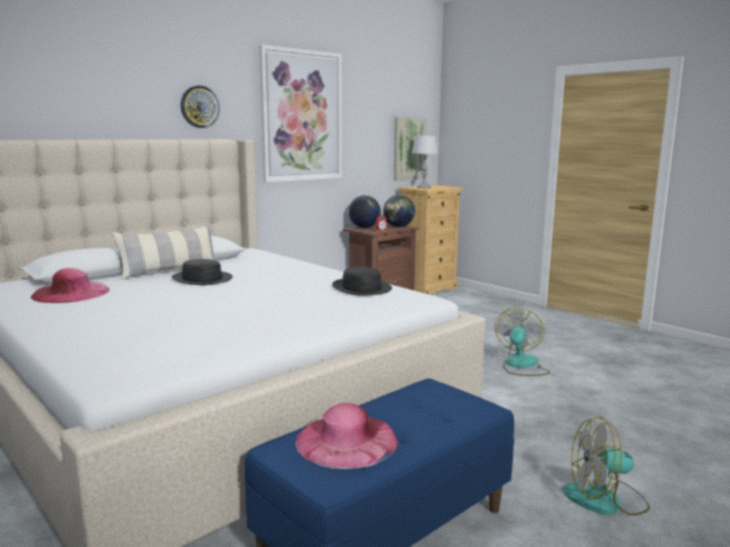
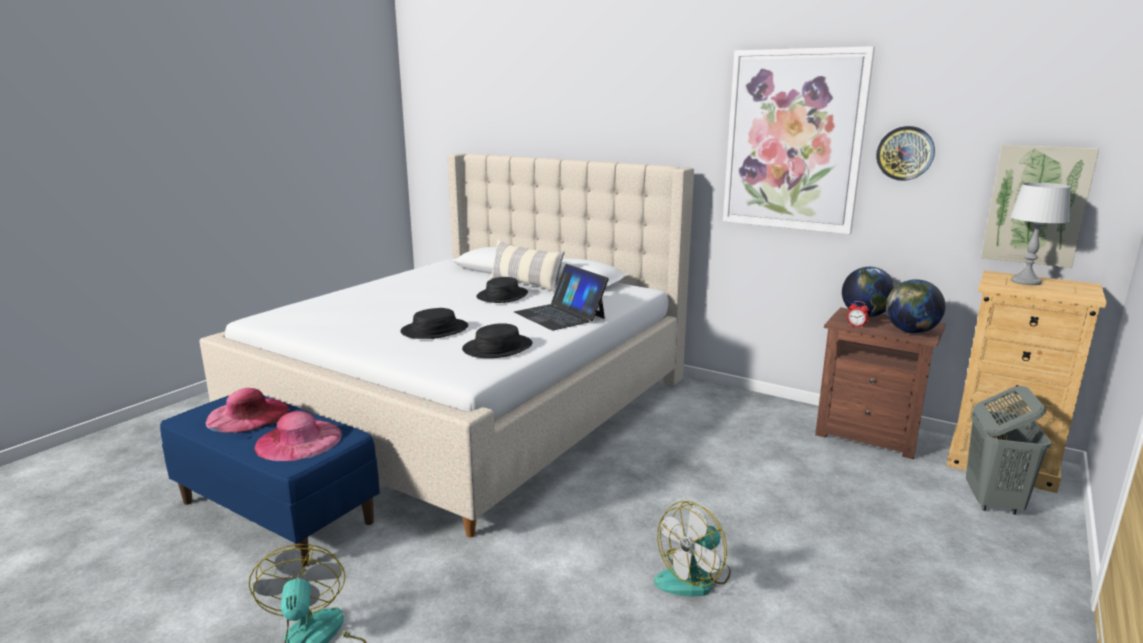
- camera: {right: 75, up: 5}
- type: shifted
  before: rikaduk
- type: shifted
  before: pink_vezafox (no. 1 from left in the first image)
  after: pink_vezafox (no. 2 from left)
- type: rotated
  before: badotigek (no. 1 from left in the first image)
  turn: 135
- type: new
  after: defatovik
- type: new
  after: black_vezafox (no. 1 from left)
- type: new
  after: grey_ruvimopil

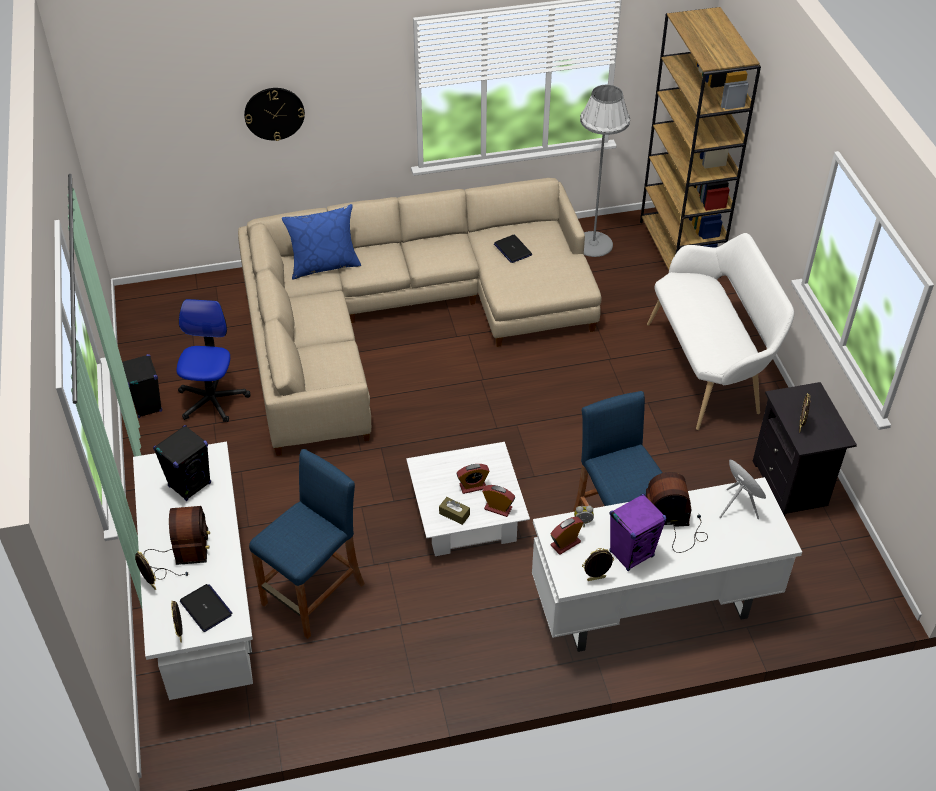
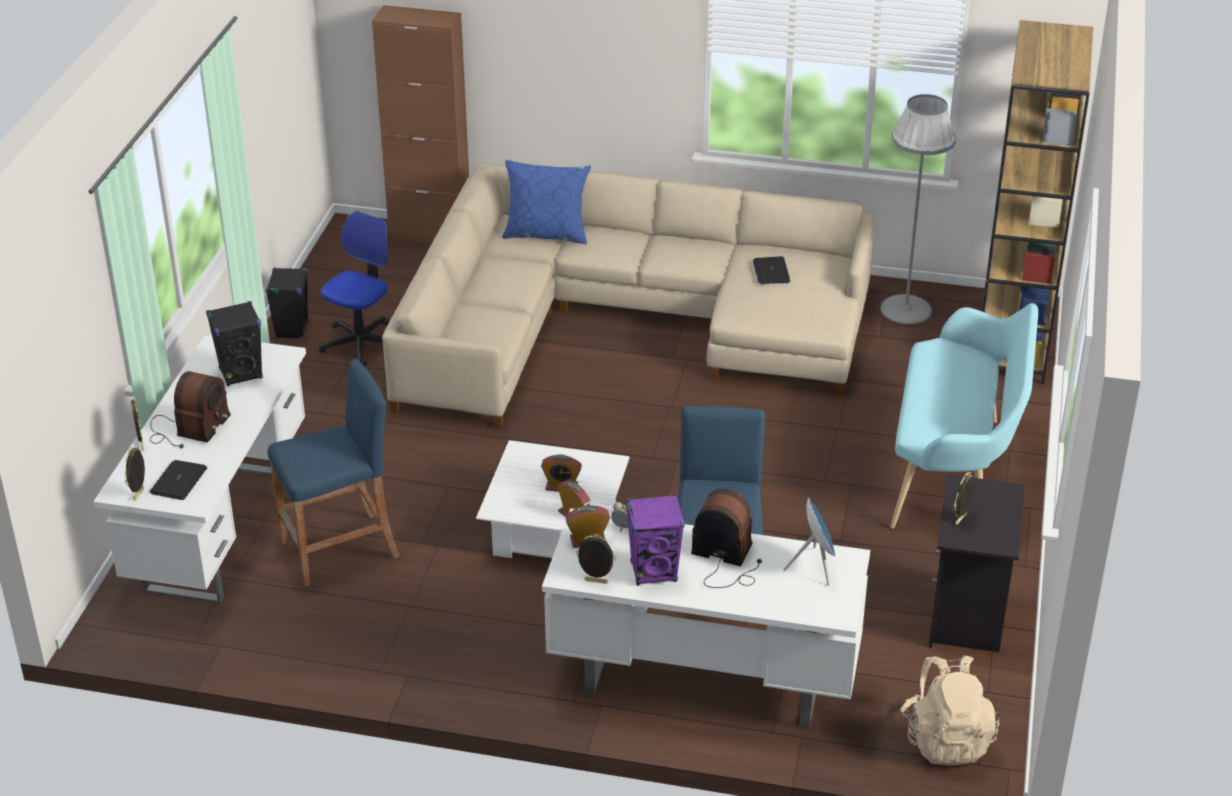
- camera: {right: 25, up: -10}
- type: gone
  before: rikaduk
- type: repainted
  before: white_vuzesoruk
  after: turquoise_vuzesoruk
- type: gone
  before: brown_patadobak
- type: rotated
  before: defatovik (no. 1 from left)
  turn: -150
- type: new
  after: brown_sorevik
- type: new
  after: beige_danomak

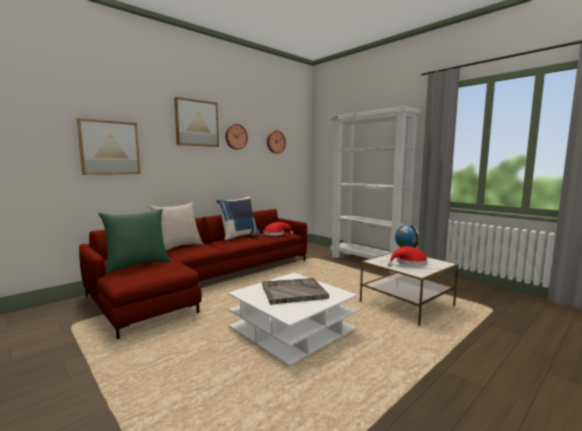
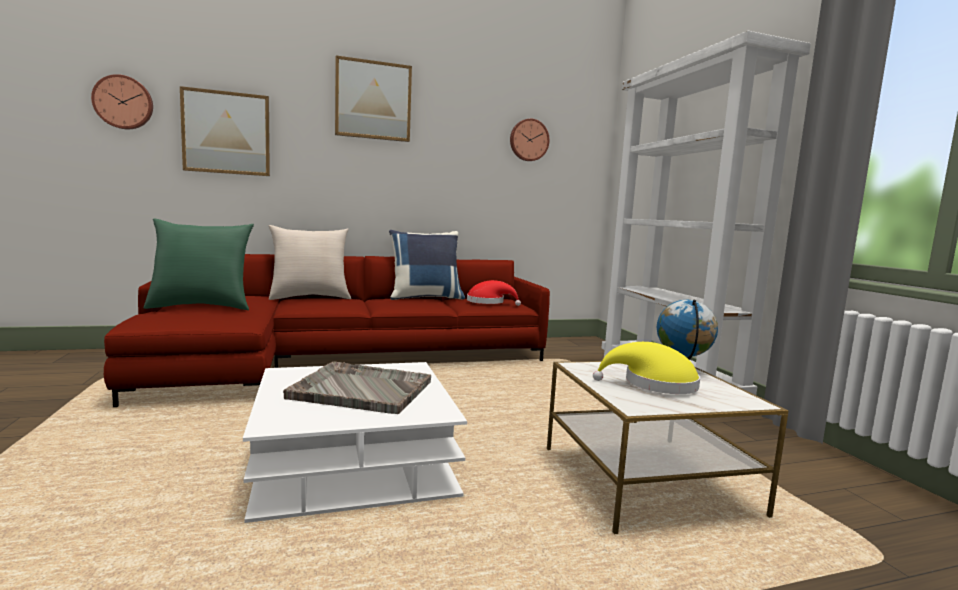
- camera: {right: 25, up: 0}
- type: shifted
  before: rikaduk (no. 1 from left)
- type: repainted
  before: red_vezafox (no. 2 from left)
  after: yellow_vezafox

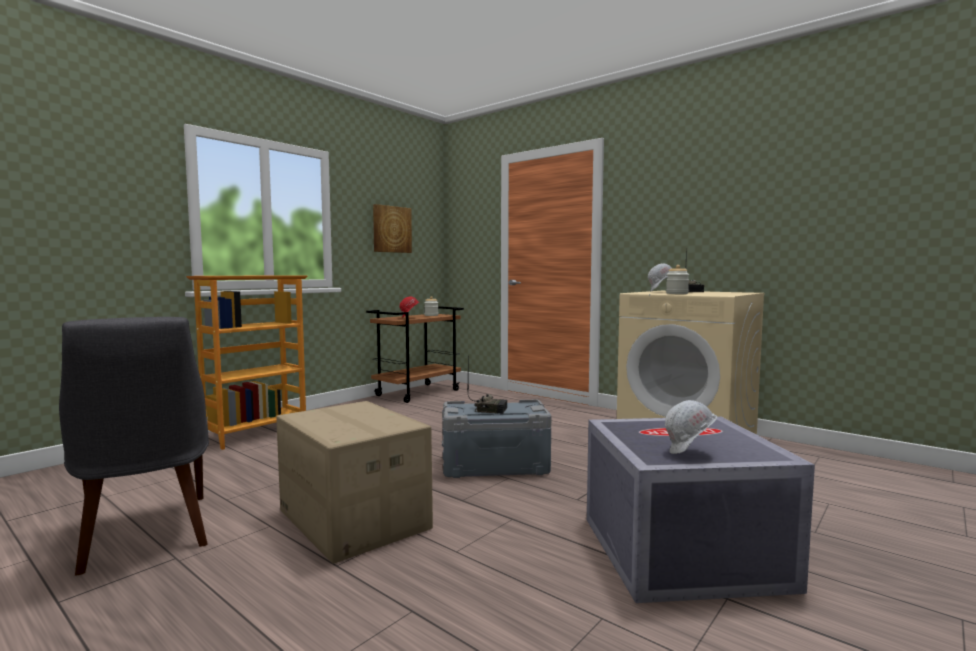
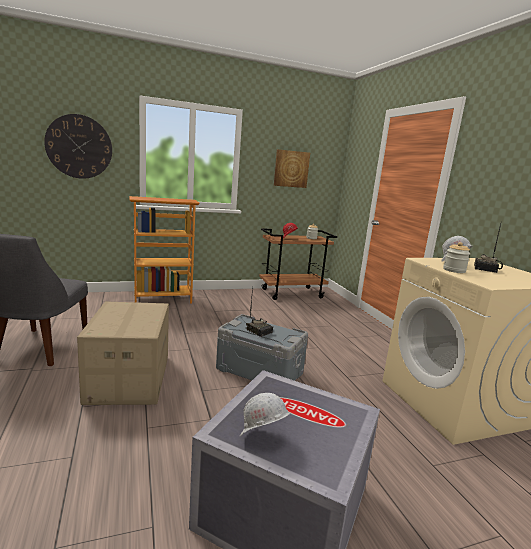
- camera: {right: 30, up: 10}
- type: new
  after: rikaduk

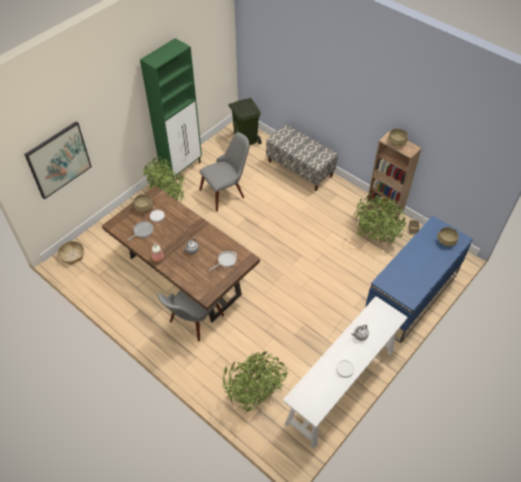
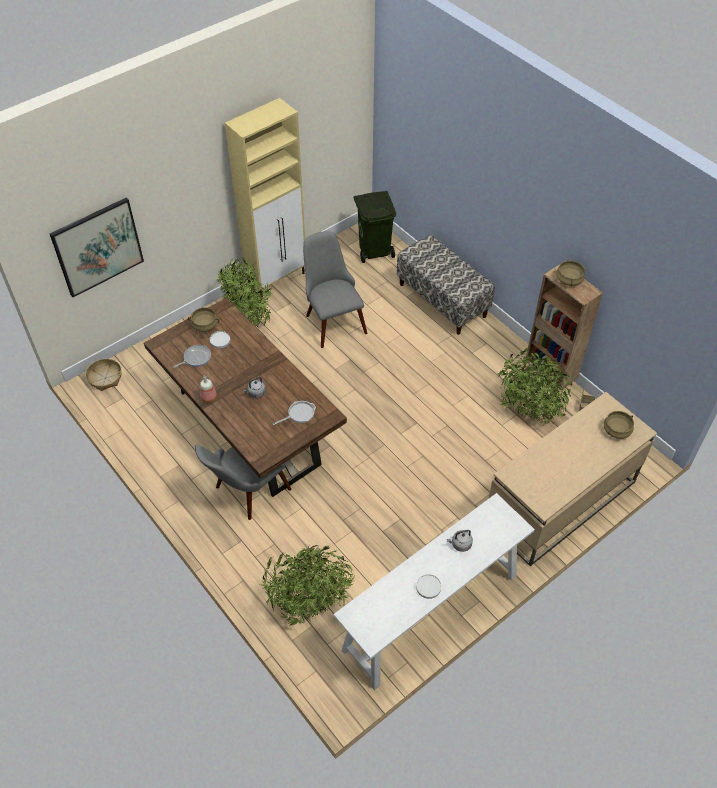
- camera: {right: 10, up: 0}
- type: repainted
  before: green_sorevik
  after: beige_sorevik
- type: rotated
  before: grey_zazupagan (no. 2 from left)
  turn: -90
- type: repainted
  before: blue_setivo
  after: beige_setivo

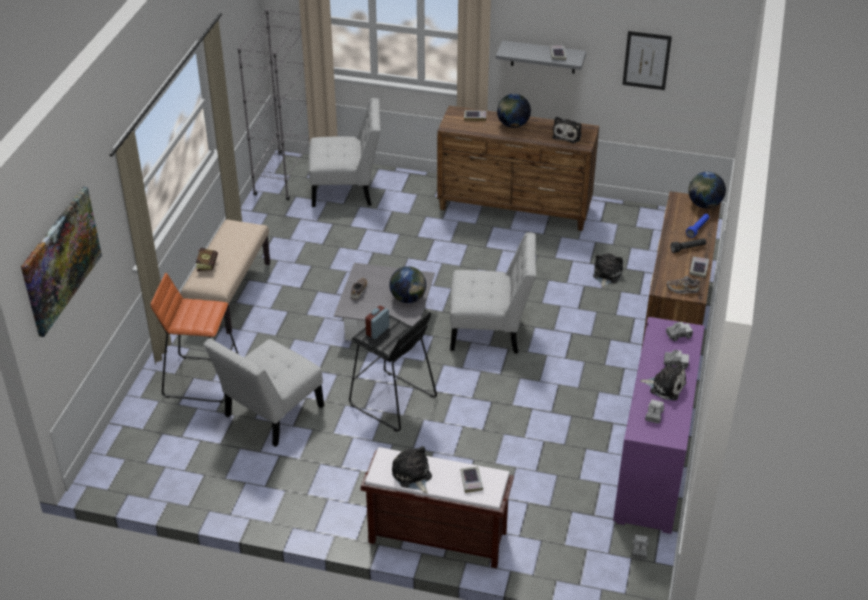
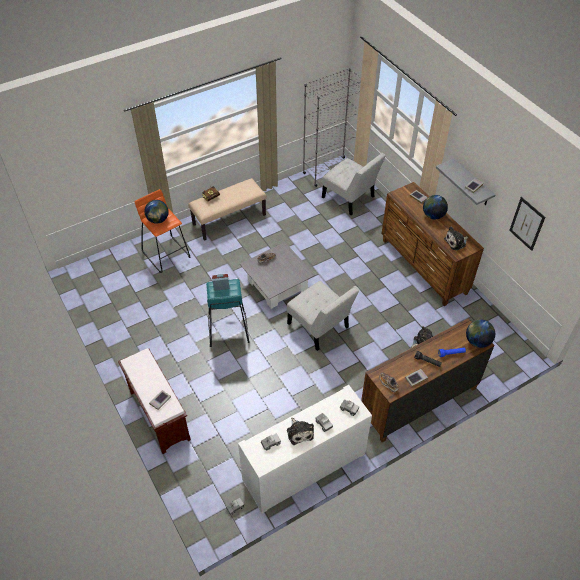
- camera: {right: 45, up: 10}
- type: gone
  before: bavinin (no. 1 from left)
- type: shifted
  before: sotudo (no. 1 from left)
- type: repainted
  before: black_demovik
  after: turquoise_demovik
- type: repainted
  before: purple_sorevik
  after: white_sorevik
- type: gone
  before: white_zazupagan (no. 1 from left)
- type: gone
  before: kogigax (no. 1 from left)

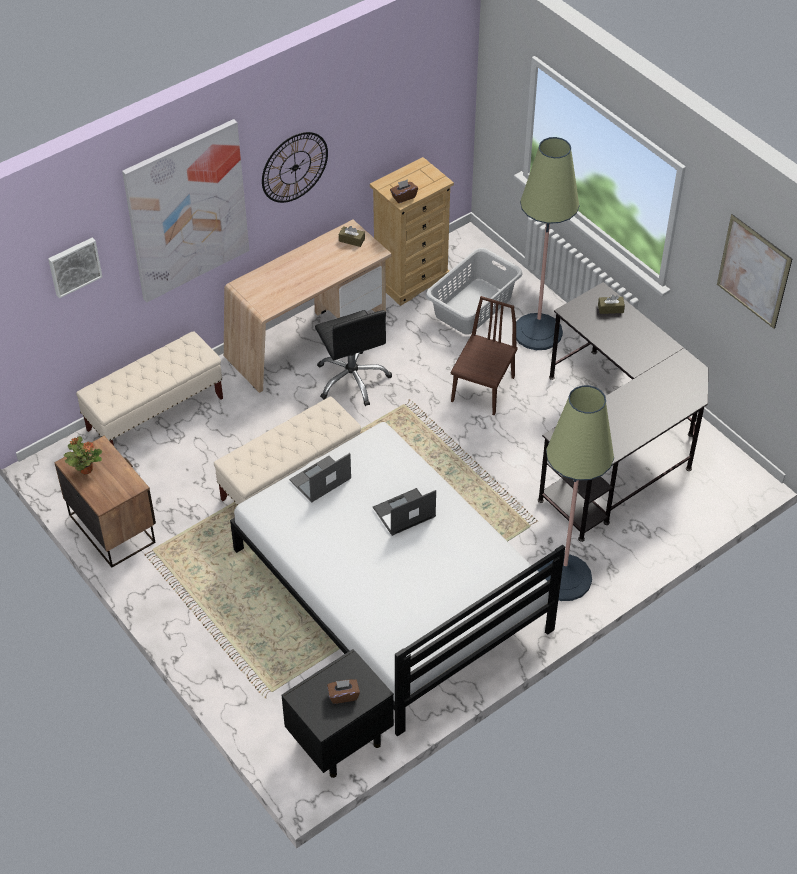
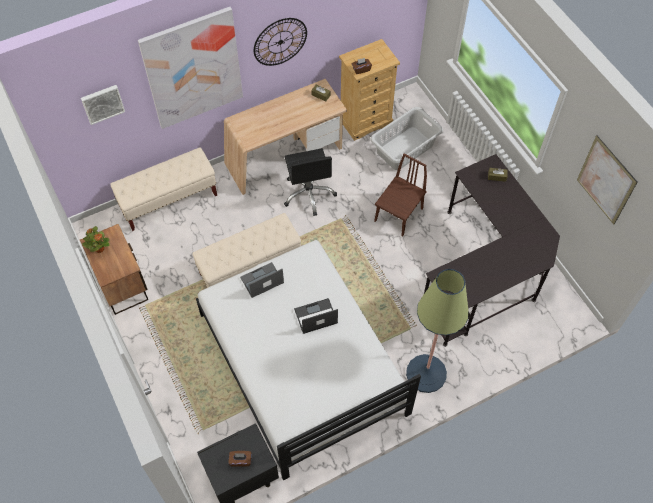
- camera: {right: 10, up: 10}
- type: gone
  before: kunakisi (no. 1 from left)

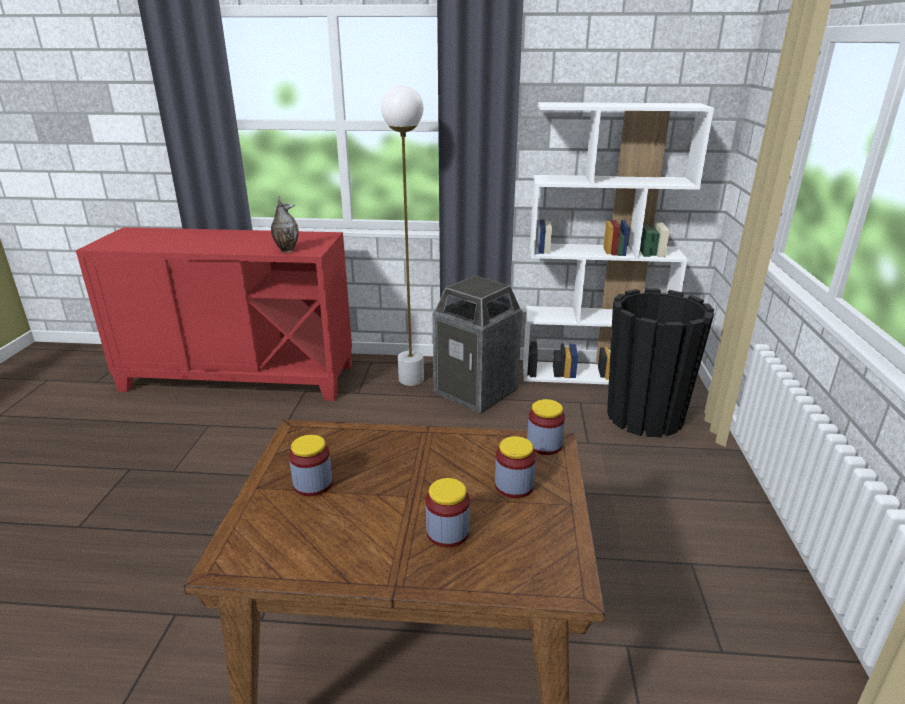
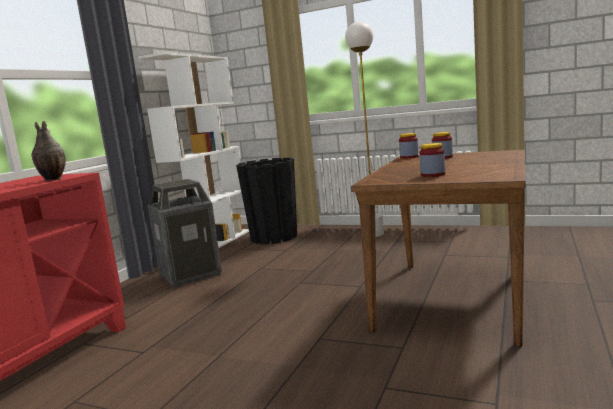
- camera: {right: -70, up: -15}
- type: shifted
  before: white_kunakisi
- type: gone
  before: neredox (no. 2 from left)

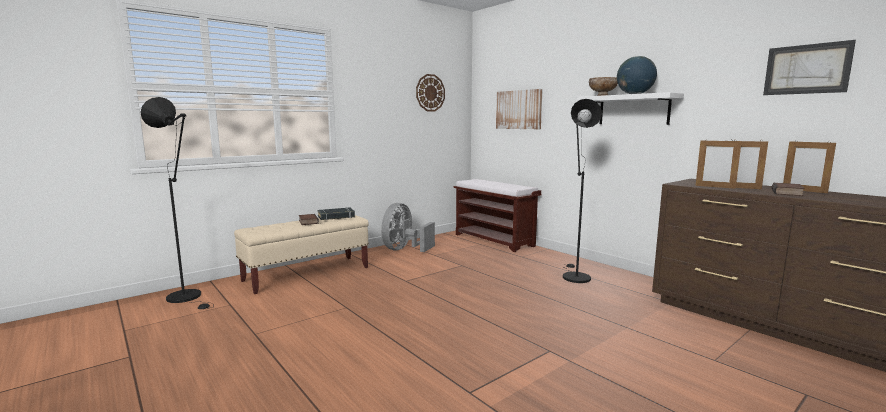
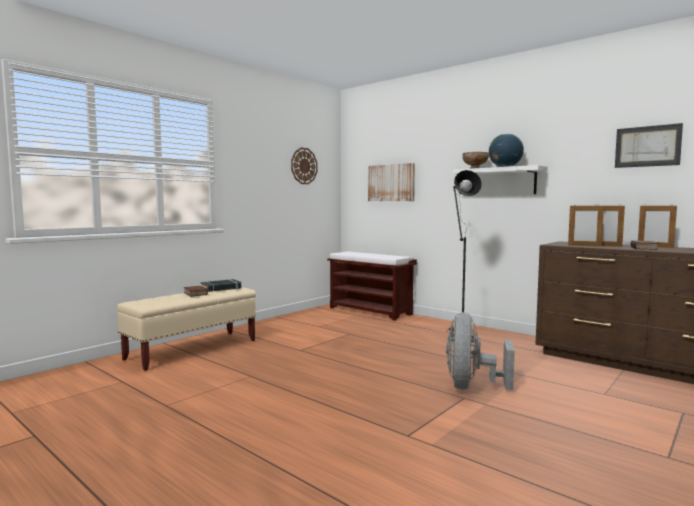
- camera: {right: -10, up: -5}
- type: gone
  before: black_kunakisi (no. 1 from left)
- type: shifted
  before: grey_badotigek

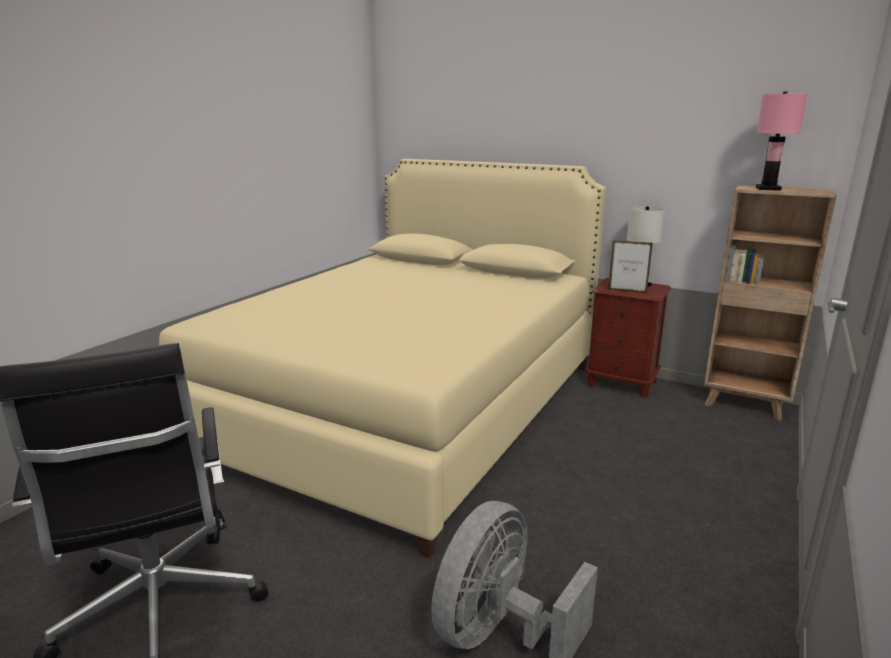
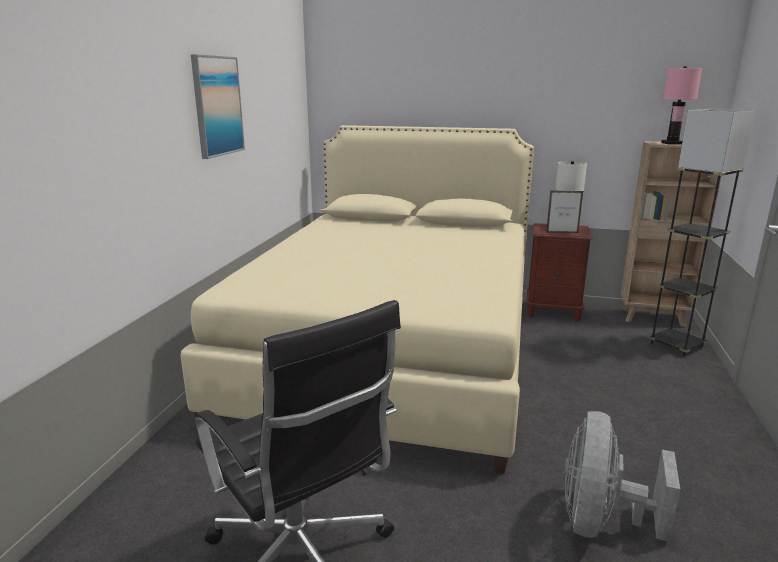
- camera: {right: -15, up: 0}
- type: new
  after: bavinin
- type: new
  after: grey_kunakisi

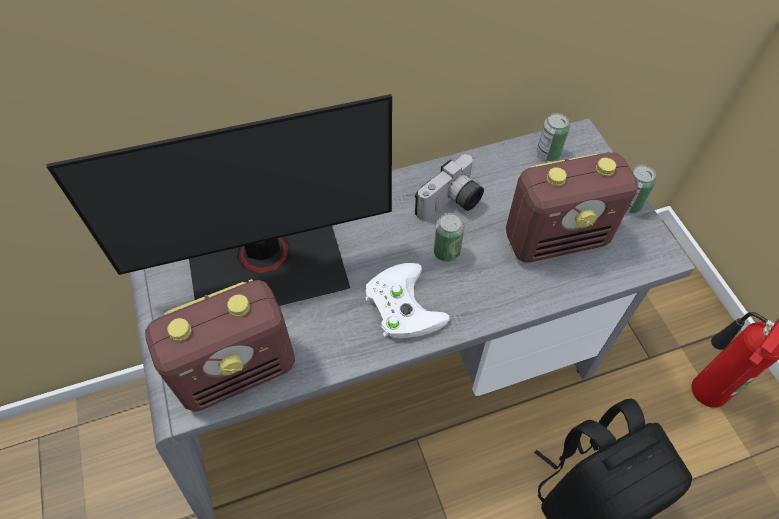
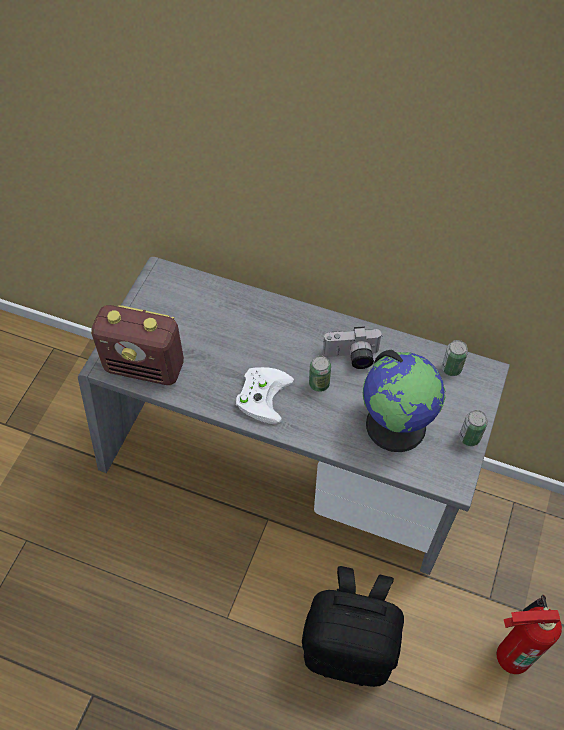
- camera: {right: 40, up: 0}
- type: gone
  before: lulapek
- type: swapped
  before: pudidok (no. 2 from left)
  after: sotudo

